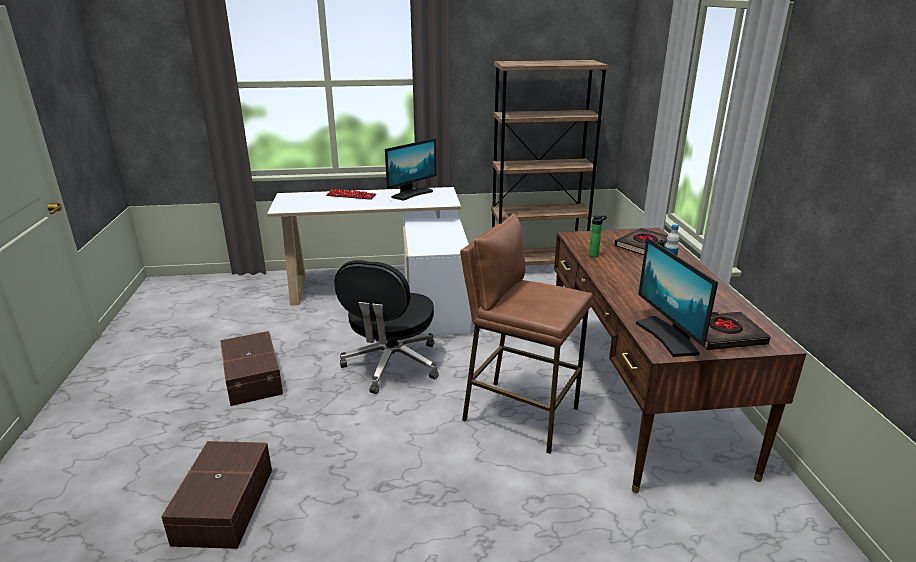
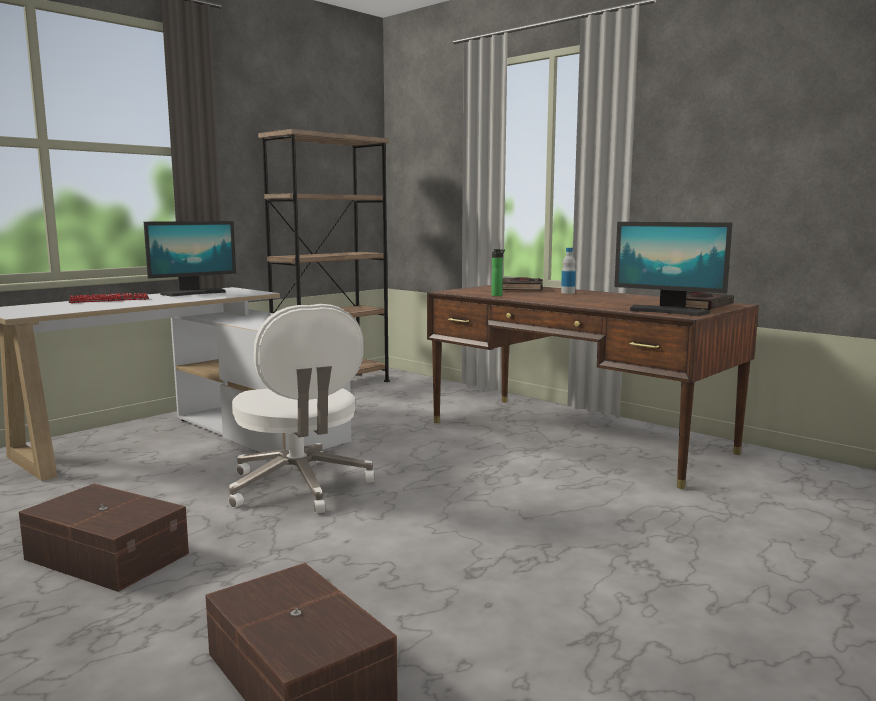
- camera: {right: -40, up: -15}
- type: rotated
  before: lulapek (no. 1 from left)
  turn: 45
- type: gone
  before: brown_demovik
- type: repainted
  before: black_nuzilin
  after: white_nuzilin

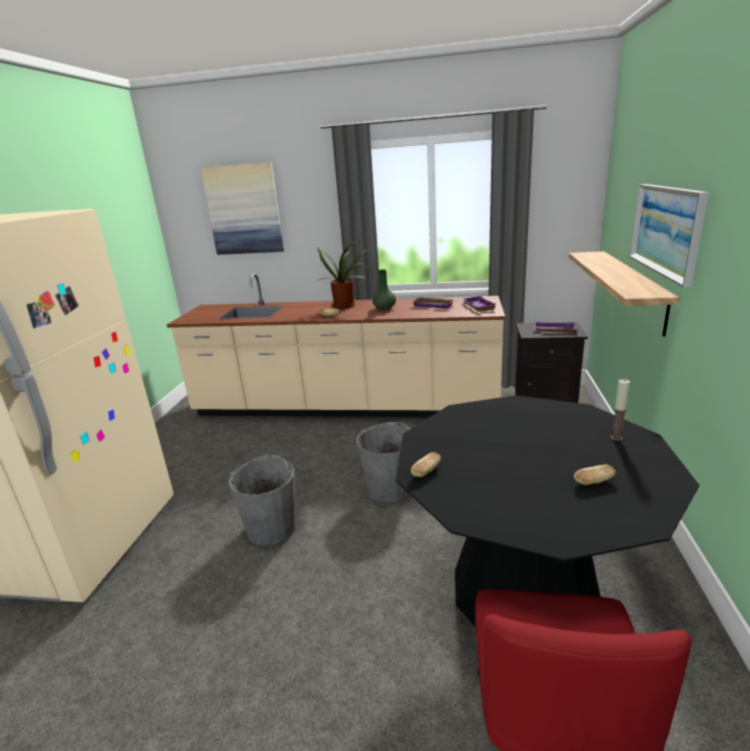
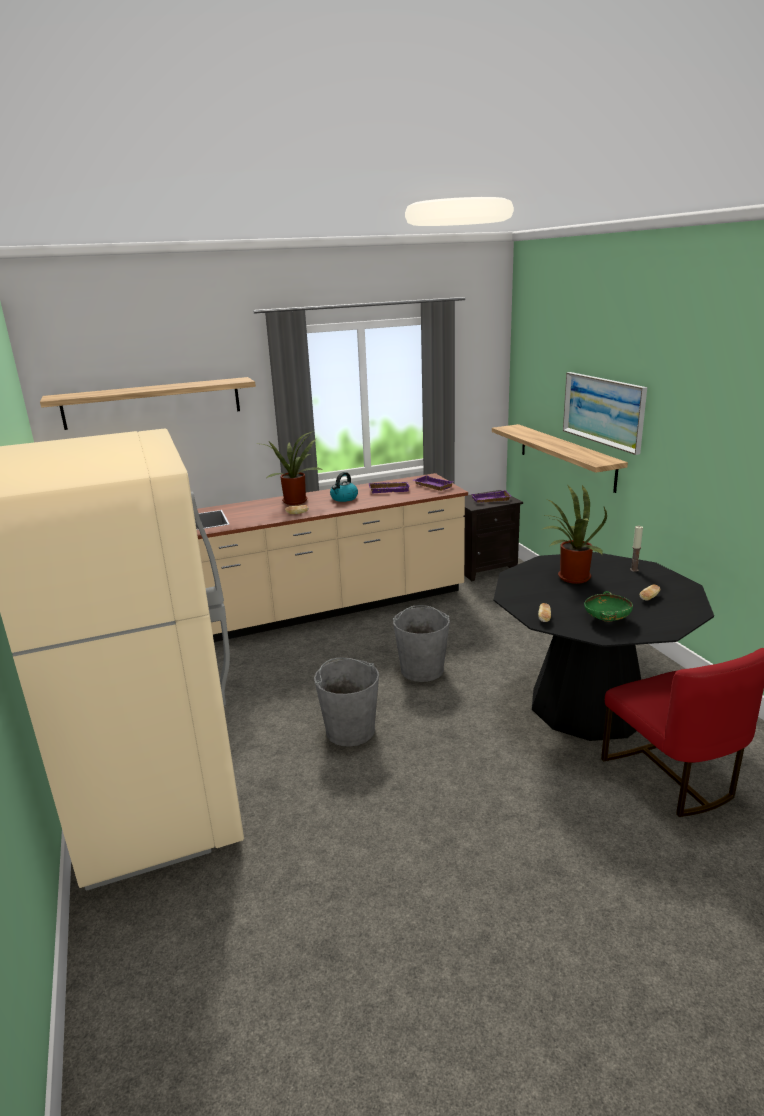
- camera: {right: -30, up: 0}
- type: swapped
  before: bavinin (no. 1 from left)
  after: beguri (no. 1 from left)
- type: swapped
  before: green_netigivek
  after: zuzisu
- type: new
  after: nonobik (no. 2 from left)
- type: new
  after: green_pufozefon

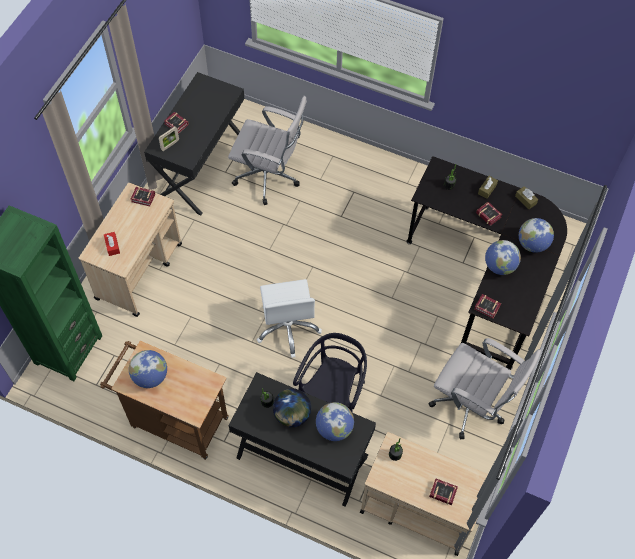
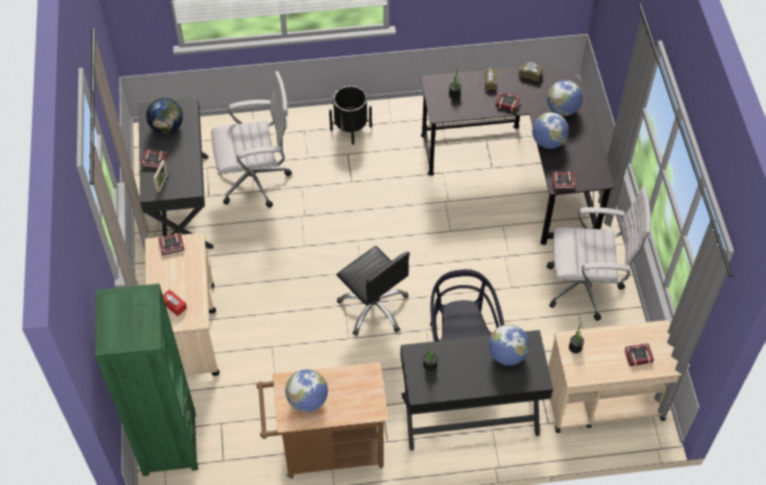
- camera: {right: -30, up: -5}
- type: repainted
  before: white_nuzilin (no. 2 from left)
  after: black_nuzilin
- type: shifted
  before: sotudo (no. 2 from left in the first image)
  after: sotudo (no. 1 from left)
- type: new
  after: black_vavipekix

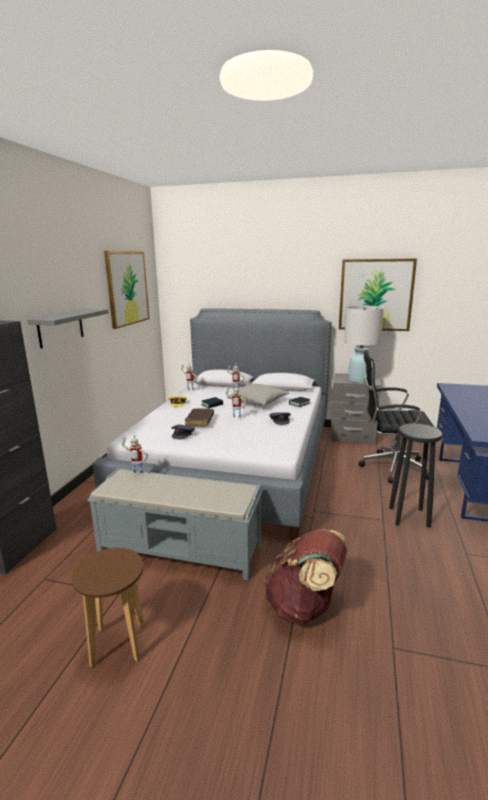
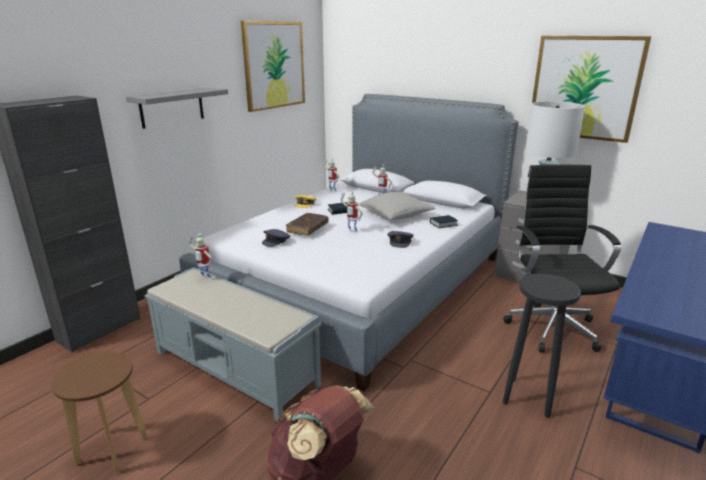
- camera: {right: 20, up: 5}
- type: rotated
  before: black_nuzilin
  turn: 60

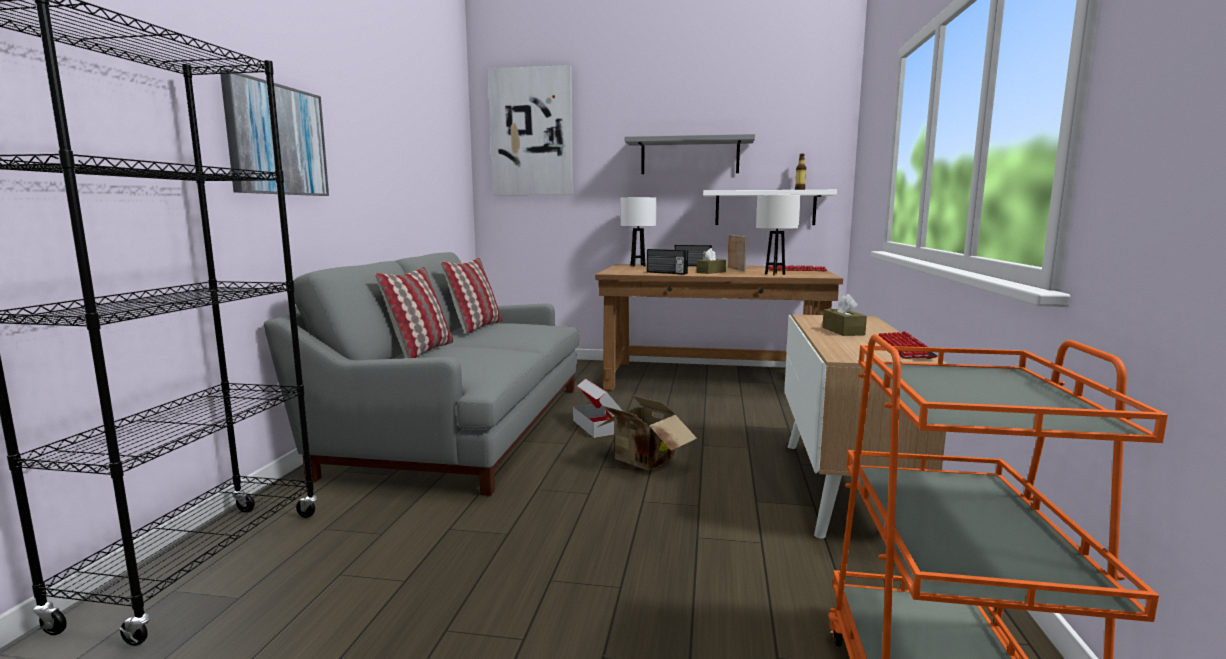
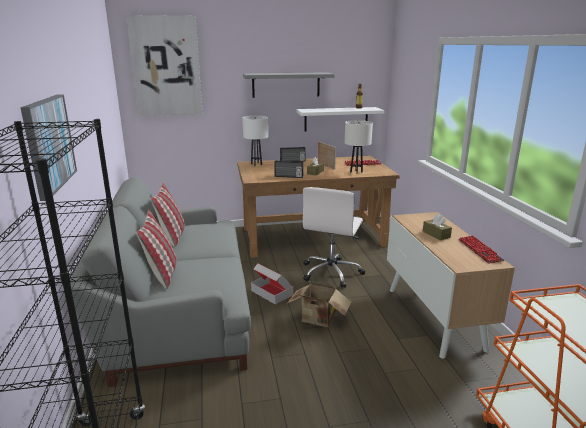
- camera: {right: -20, up: 10}
- type: new
  after: white_nuzilin

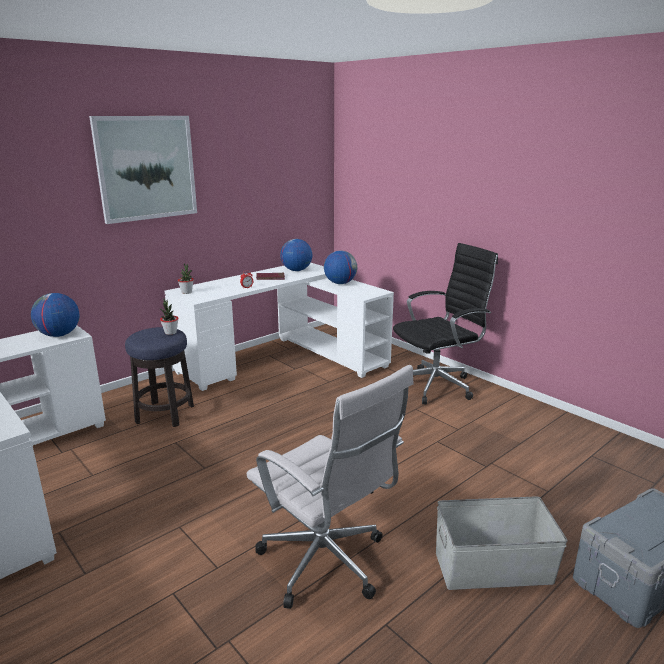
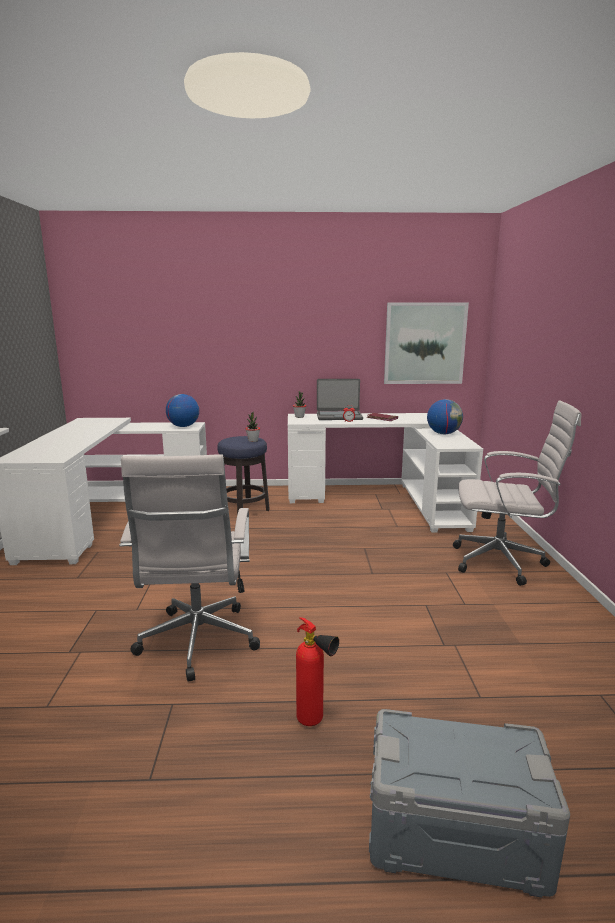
- camera: {right: 40, up: -5}
- type: shifted
  before: bavinin
- type: gone
  before: sotudo (no. 2 from left)
- type: repainted
  before: black_nuzilin
  after: white_nuzilin (no. 2 from left)
- type: swapped
  before: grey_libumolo (no. 1 from left)
  after: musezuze
- type: new
  after: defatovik

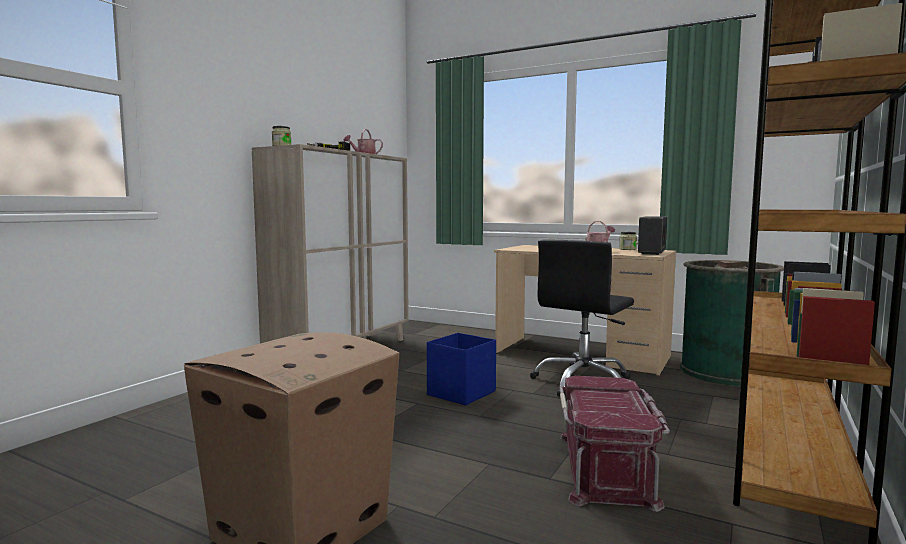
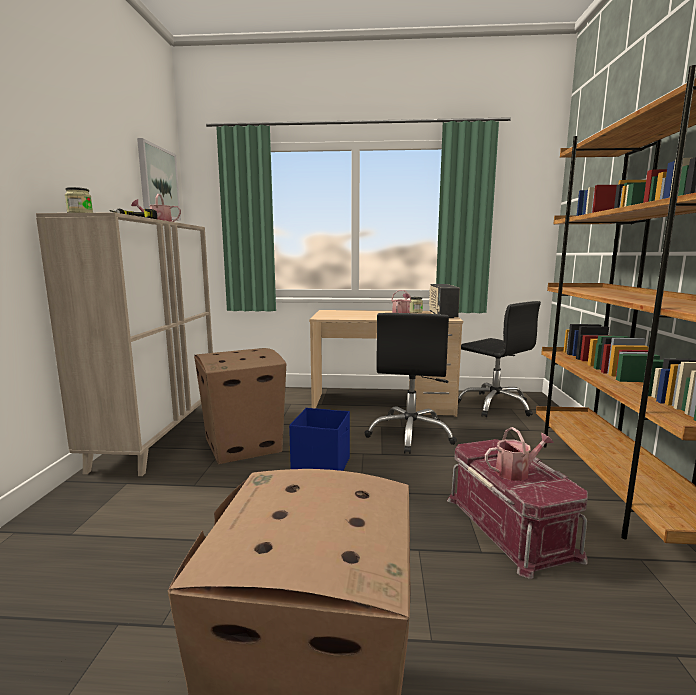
- camera: {right: -25, up: 5}
- type: swapped
  before: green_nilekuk
  after: black_nuzilin (no. 2 from left)
- type: new
  after: bavinin
- type: new
  after: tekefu (no. 1 from left)
- type: new
  after: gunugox (no. 3 from left)

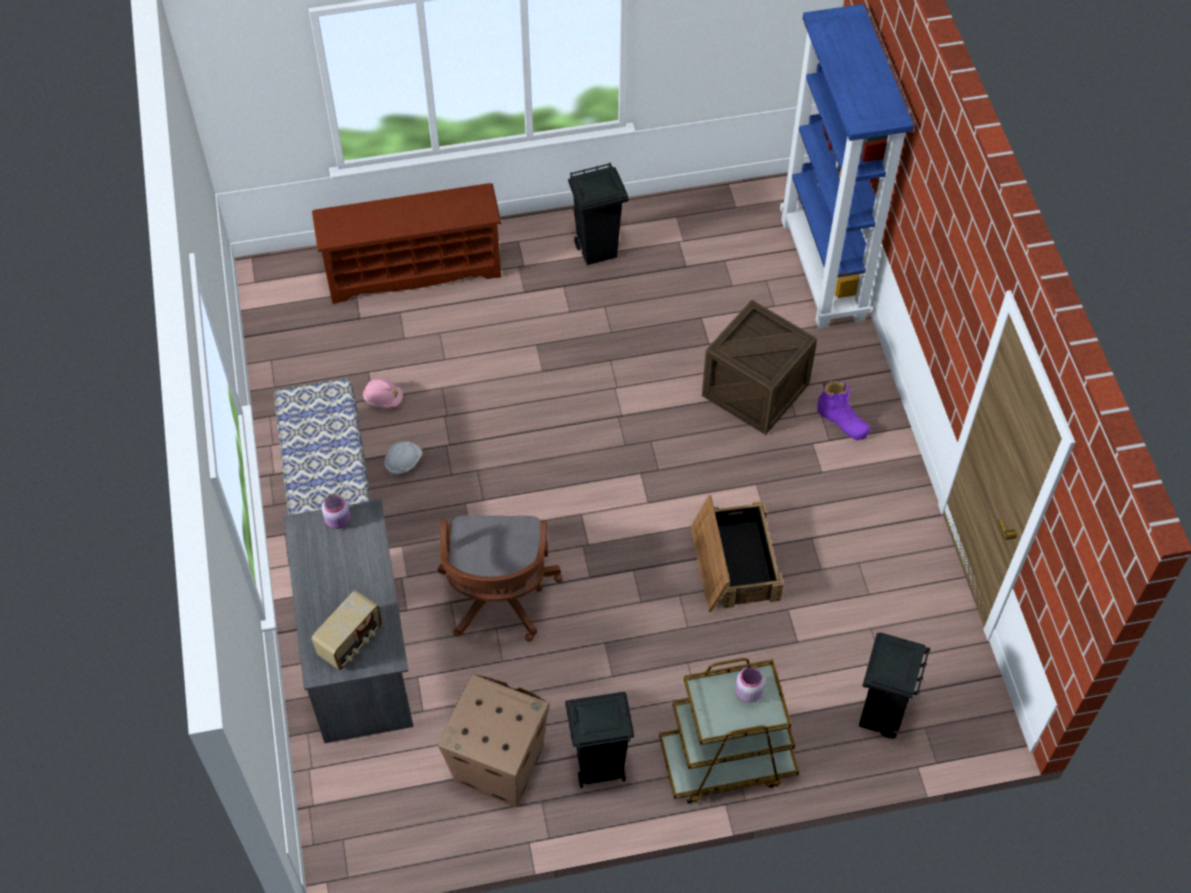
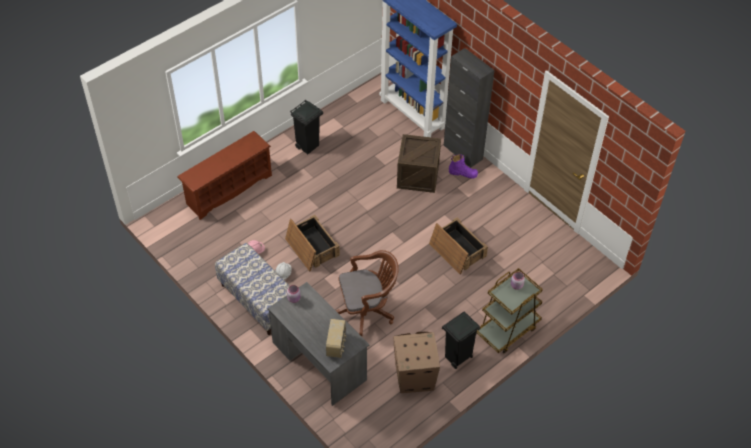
- camera: {right: -30, up: -5}
- type: rotated
  before: brown_nuzilin
  turn: -75
- type: gone
  before: black_nilekuk (no. 3 from left)
- type: new
  after: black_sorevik
- type: new
  after: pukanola (no. 1 from left)

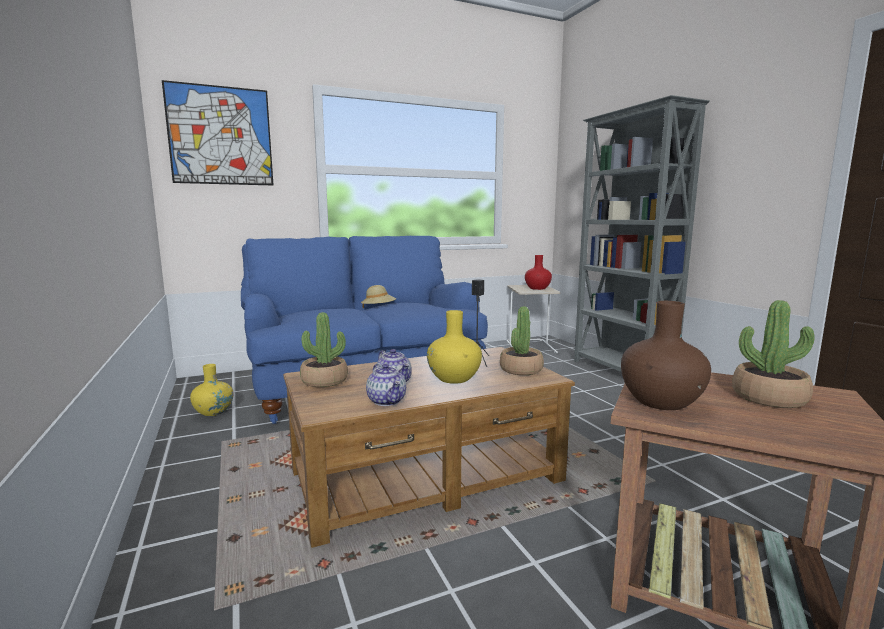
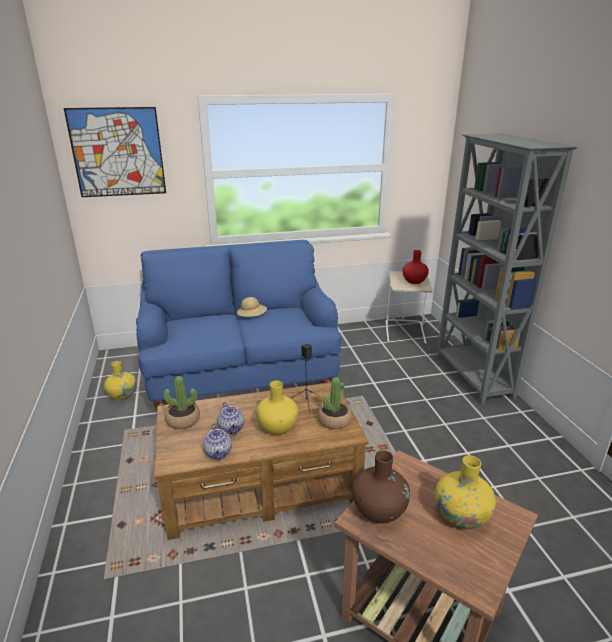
- camera: {right: 10, up: 15}
- type: swapped
  before: nonobik (no. 3 from left)
  after: yellow_netigivek (no. 3 from left)

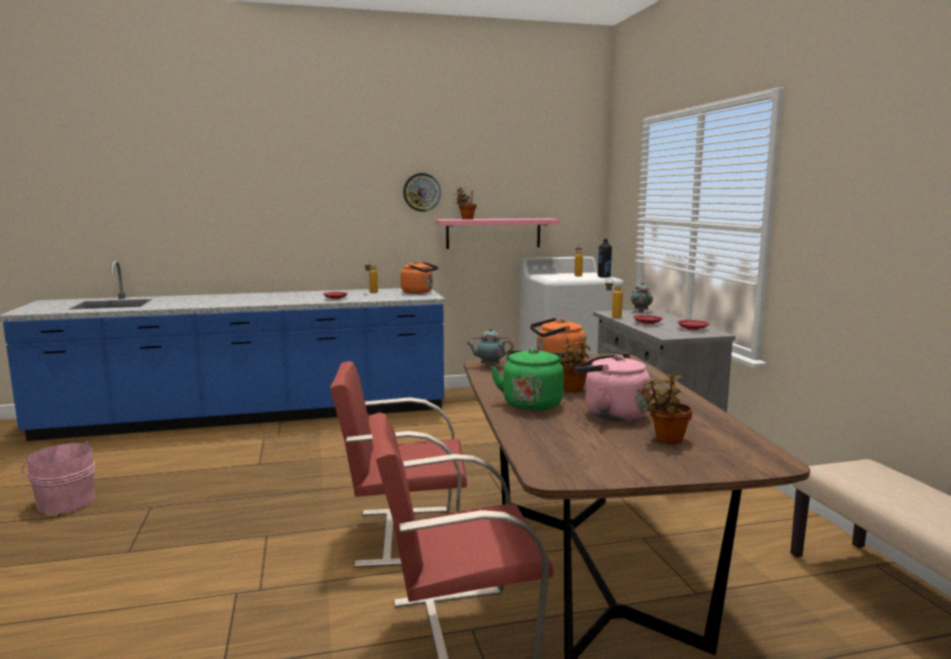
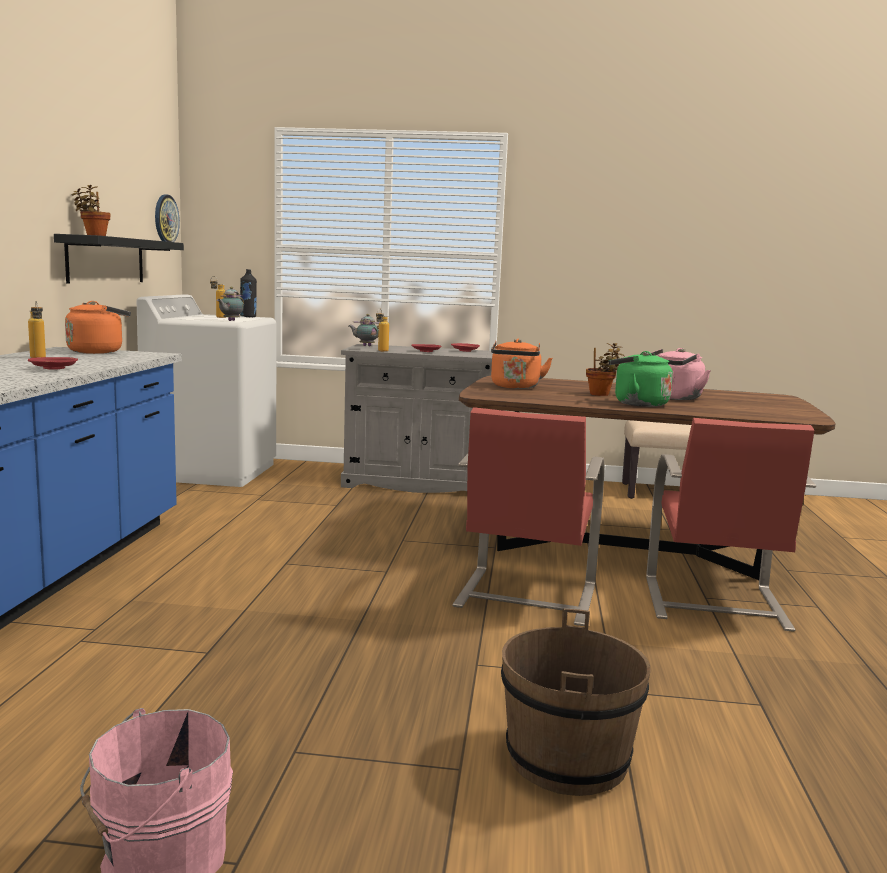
- camera: {right: -70, up: 0}
- type: shifted
  before: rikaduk
- type: repainted
  before: pink_beguri
  after: black_beguri
- type: shifted
  before: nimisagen (no. 1 from left)
- type: gone
  before: nonobik (no. 3 from left)
- type: new
  after: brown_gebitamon

